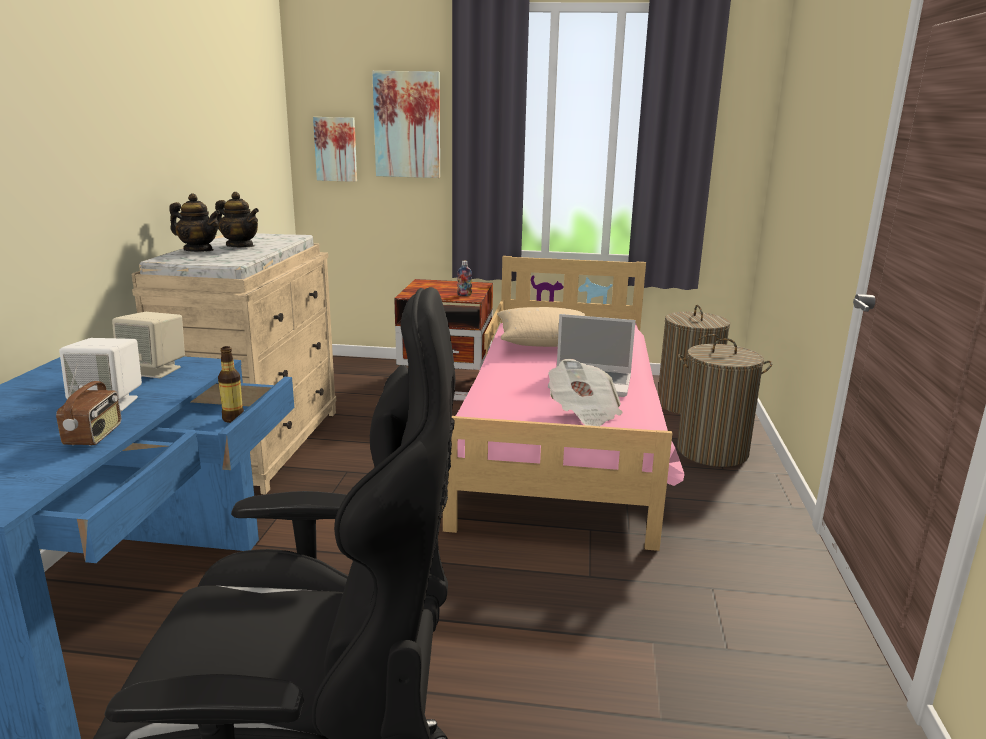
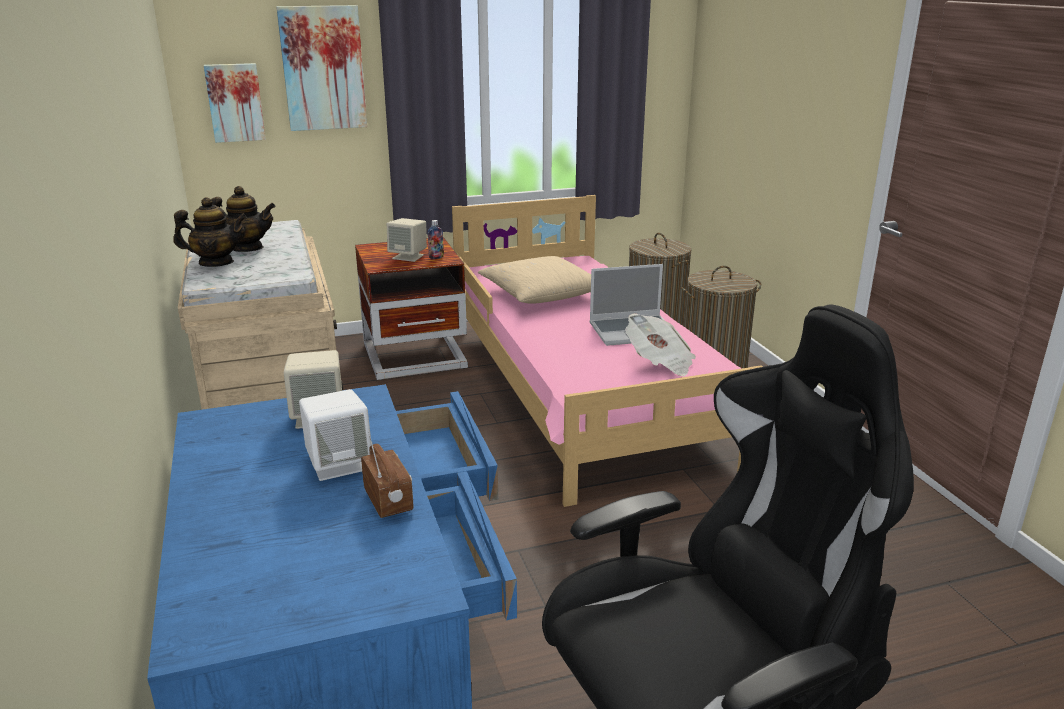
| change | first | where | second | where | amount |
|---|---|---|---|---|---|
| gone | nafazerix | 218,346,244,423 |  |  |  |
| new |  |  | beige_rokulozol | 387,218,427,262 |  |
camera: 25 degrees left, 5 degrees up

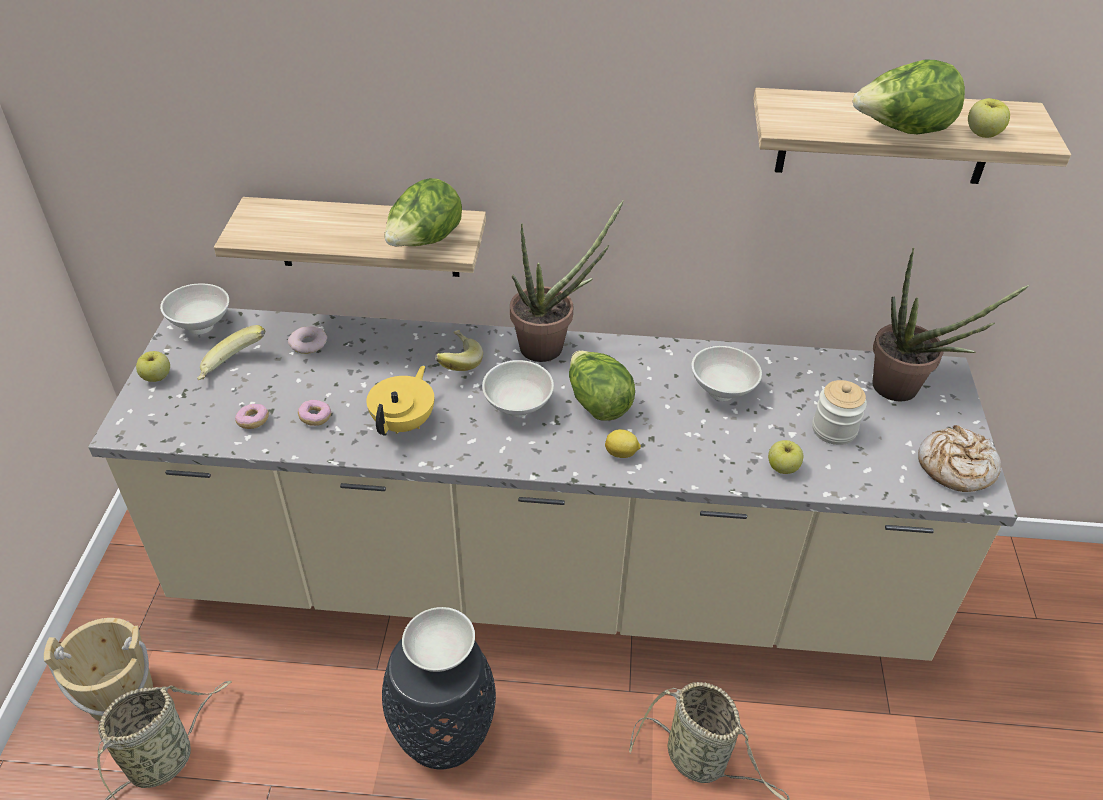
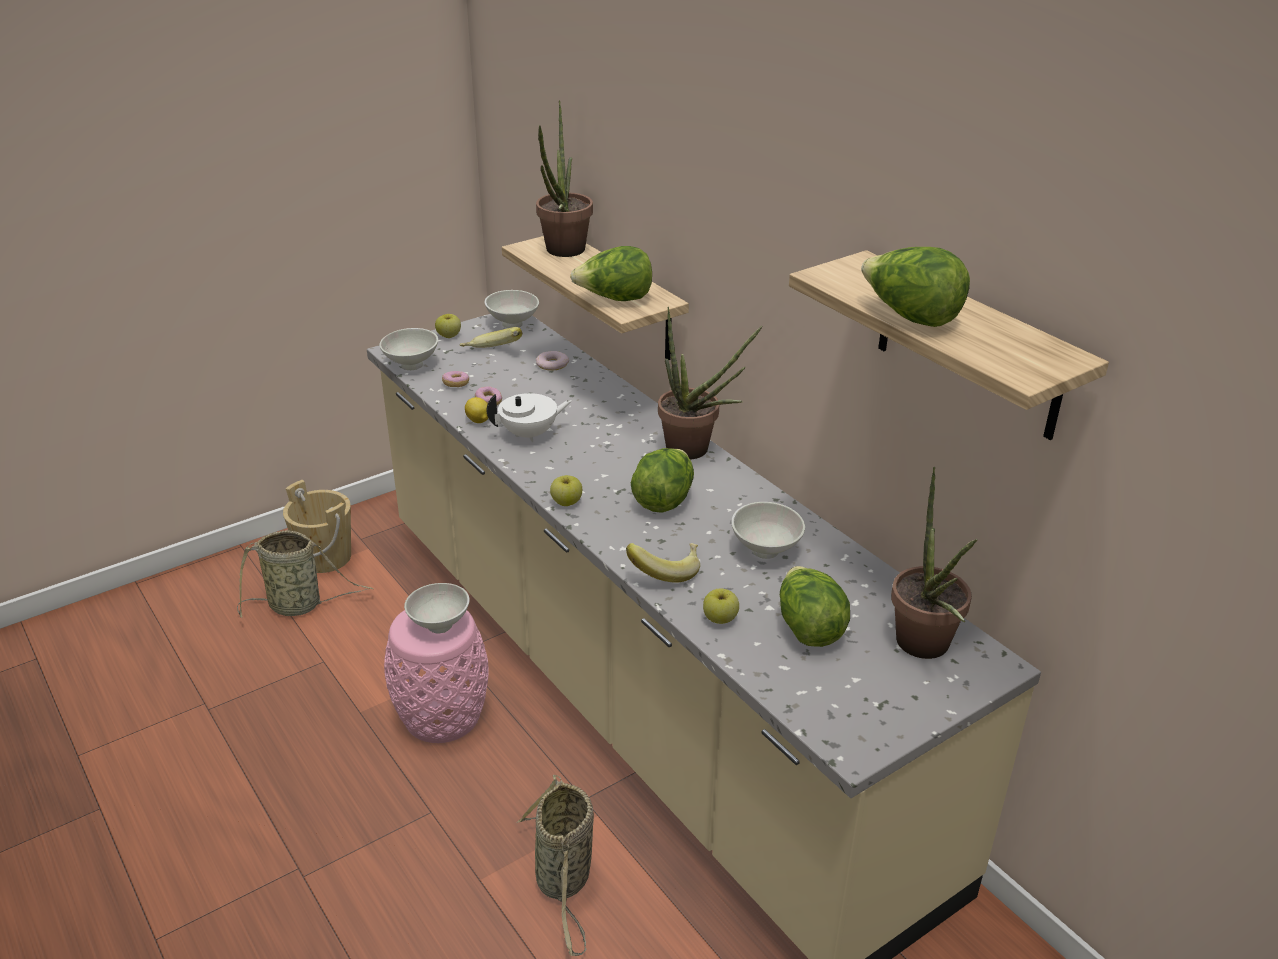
| change | first | where | second | where | amount |
|---|---|---|---|---|---|
| gone | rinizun | 918,425,1001,492 |  |  |  |
| new |  |  | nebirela | 536,100,593,257 |  |
| shifted | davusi | 435,330,483,371 |  | 626,543,700,583 |  |
| shifted | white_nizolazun | 482,360,554,417 |  | 379,328,438,370 |  |
| shifted | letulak | 605,429,641,458 |  | 465,397,488,423 |  |
| shifted | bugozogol | 968,98,1010,138 |  | 550,475,582,506 |  |
| swapped | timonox | 812,380,867,445 | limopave | 780,566,850,647 |  |
| repainted | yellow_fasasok | 366,366,434,436 | white_fasasok | 487,393,572,442 |  |
| repainted | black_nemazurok | 382,639,496,769 | pink_nemazurok | 384,610,489,743 |  |
camera: 50 degrees right, 10 degrees down

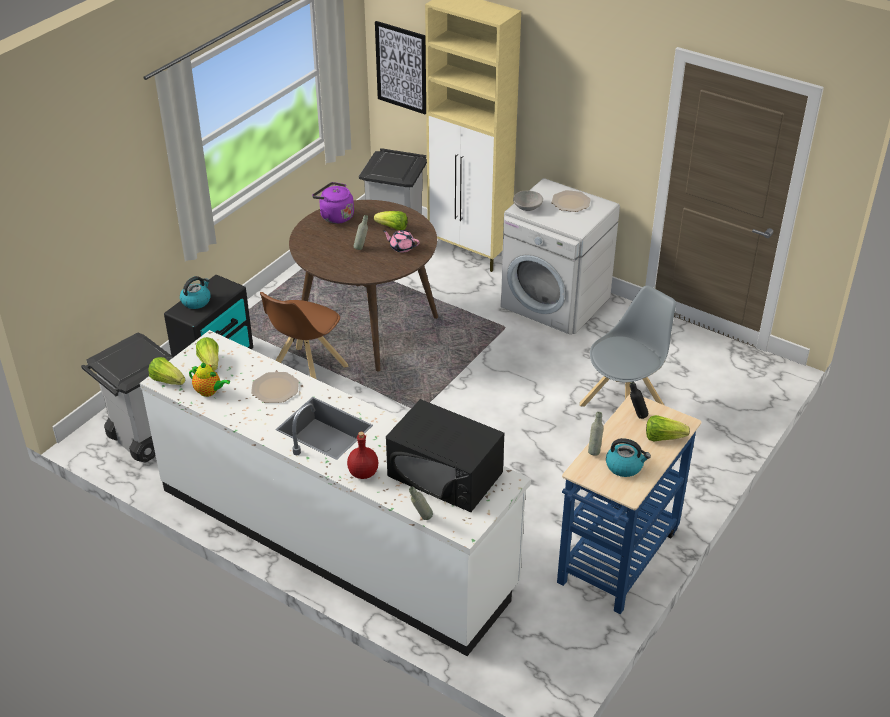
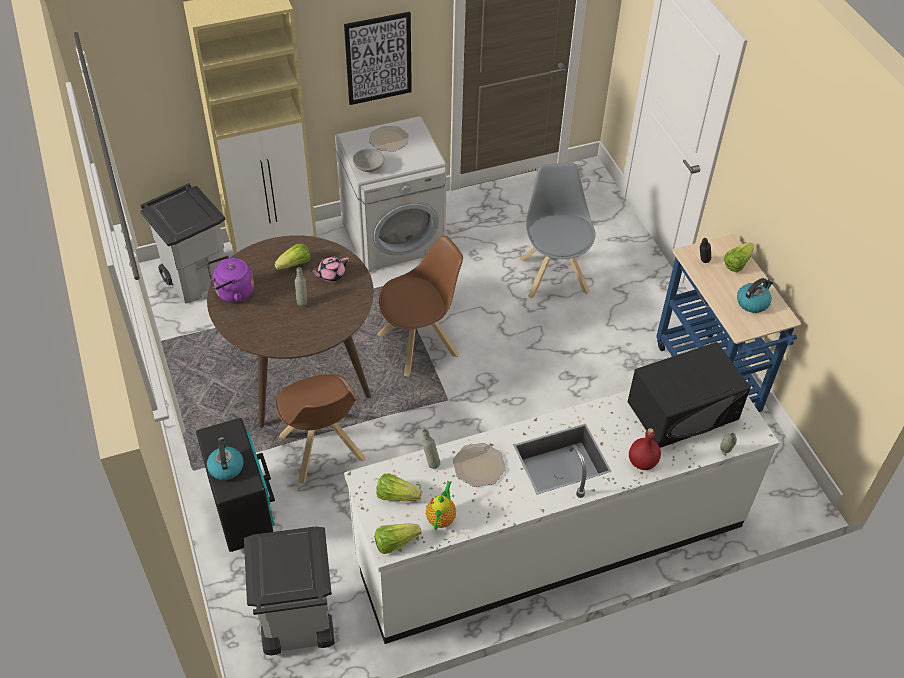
| change | first | where | second | where | amount |
|---|---|---|---|---|---|
| new |  |  | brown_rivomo | 377,235,463,377 |  |
| shifted | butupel | 375,21,426,115 |  | 344,12,412,105 |  |
| shifted | grey_nafazerix | 588,411,604,456 |  | 422,429,440,469 |  |
| rotated | fasasok | 189,362,230,397 |  | 426,481,456,530 | 45 degrees counterclockwise |
camera: 55 degrees left, 10 degrees up

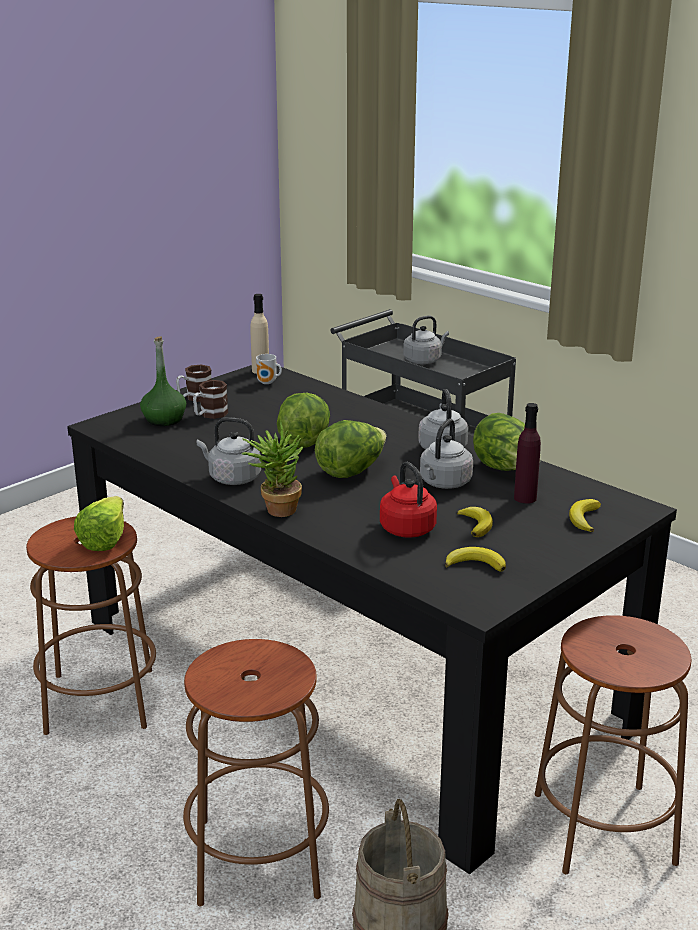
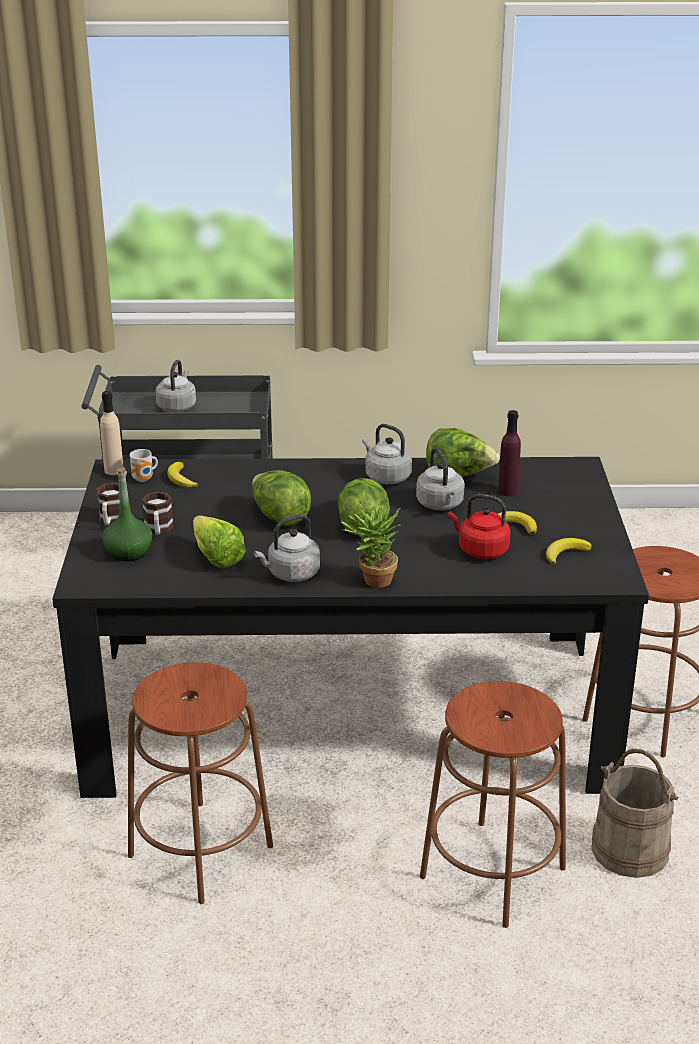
| change | first | where | second | where | amount |
|---|---|---|---|---|---|
| shifted | limopave | 74,496,124,551 |  | 193,515,246,568 |  |
| shifted | davusi | 569,499,601,532 |  | 167,462,198,487 |  |
camera: 45 degrees left, 5 degrees up

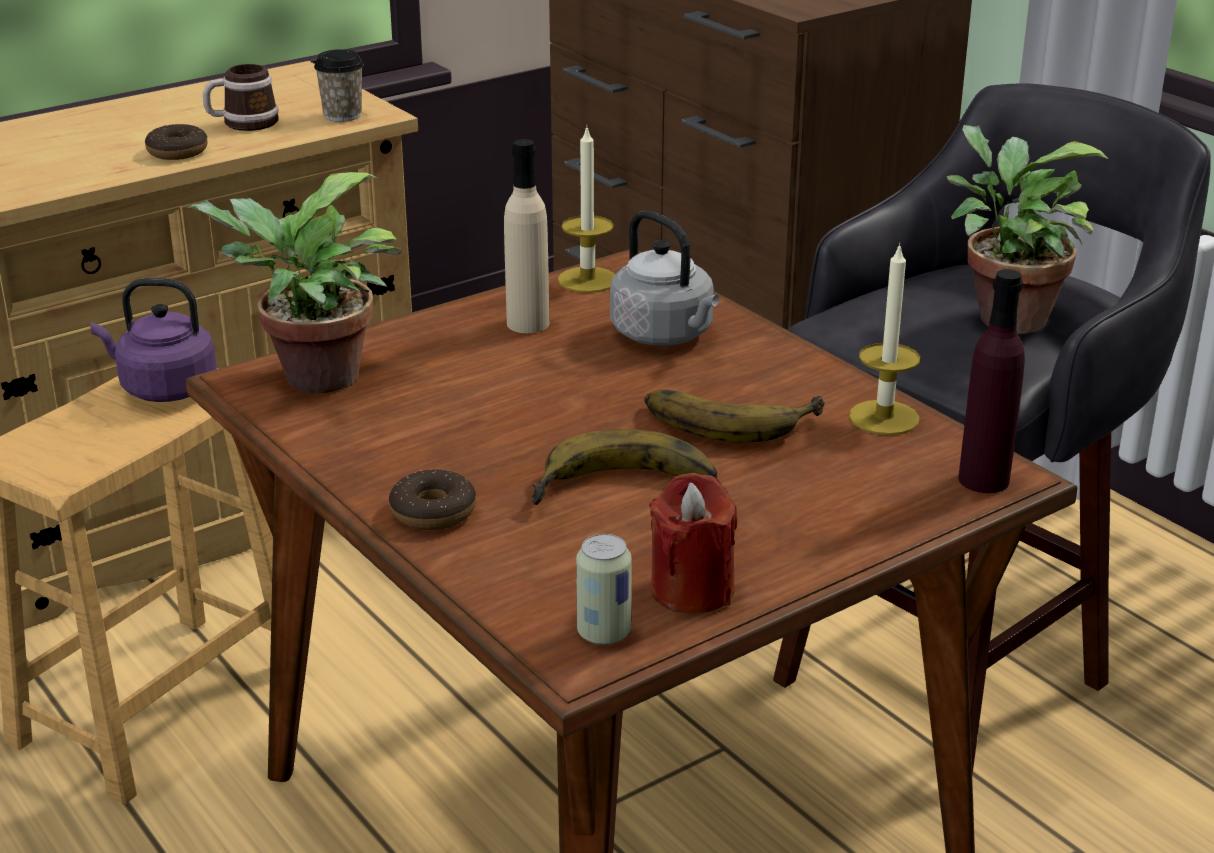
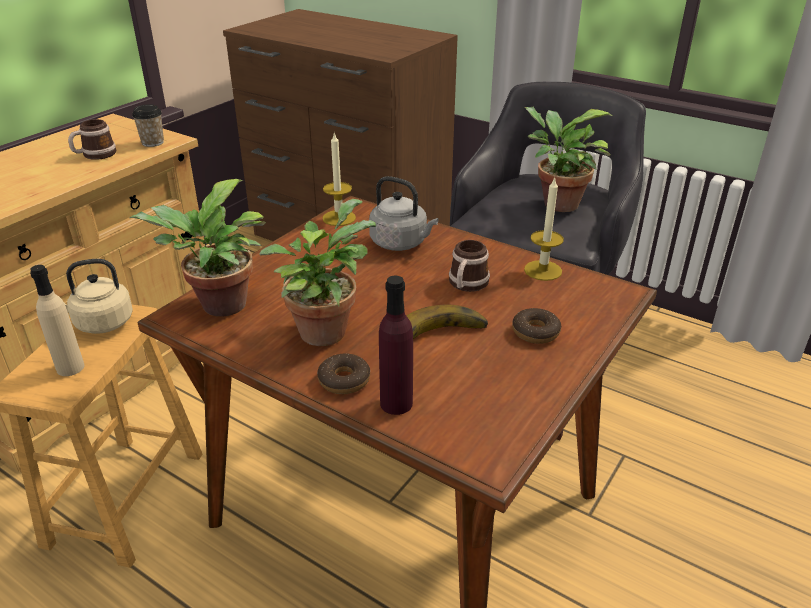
| change | first | where | second | where | amount |
|---|---|---|---|---|---|
| gone | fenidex | 576,534,632,645 |  |  |  |
| gone | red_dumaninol | 649,473,737,614 |  |  |  |
| new |  |  | nebirela | 259,199,376,346 |  |
| shifted | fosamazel | 145,124,208,160 |  | 512,308,561,344 |  |
| shifted | beige_nafazerix | 504,139,549,333 |  | 30,265,84,376 |  |
| shifted | purple_nafazerix | 958,269,1025,493 |  | 379,276,413,415 |  |
| swapped | davusi | 645,389,825,443 | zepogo | 449,240,490,292 |  |
| repainted | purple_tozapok | 91,278,217,402 | beige_tozapok | 64,259,133,334 |  |
camera: 20 degrees left, 5 degrees up

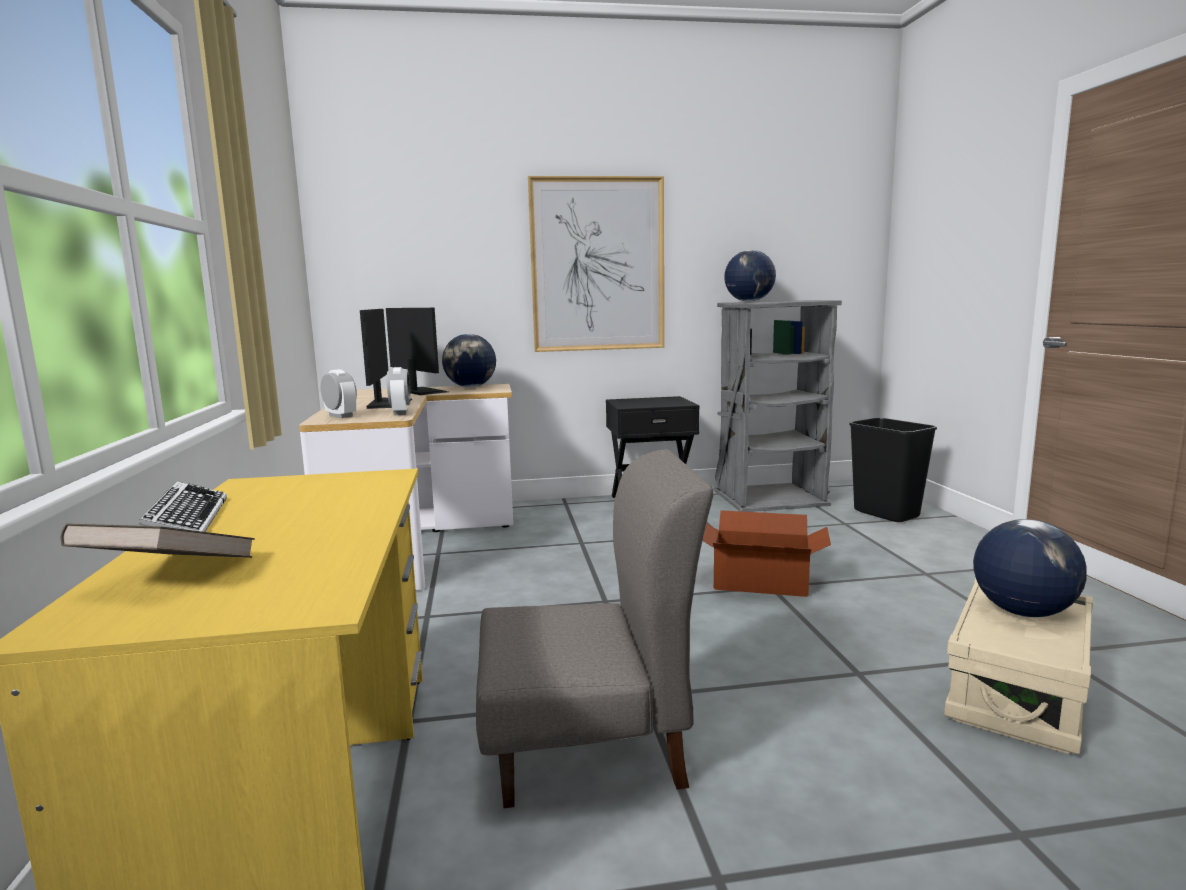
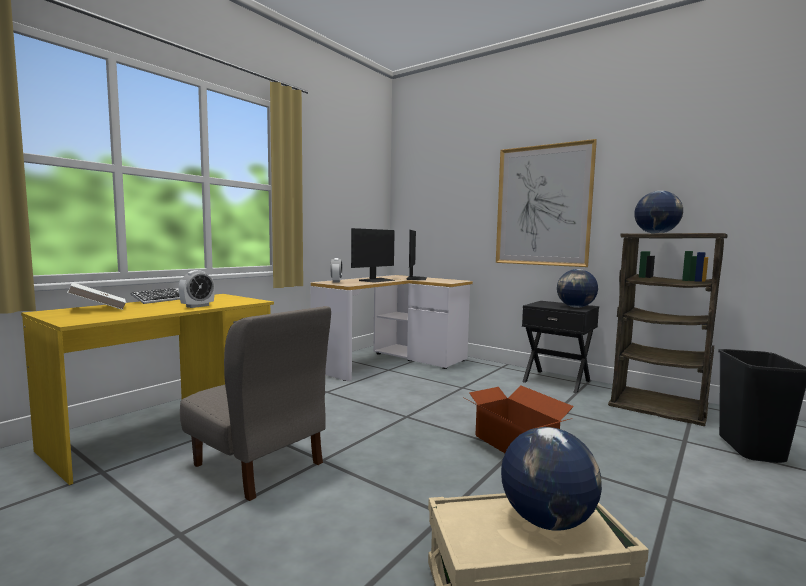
| change | first | where | second | where | amount |
|---|---|---|---|---|---|
| shifted | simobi | 387,367,410,415 |  | 179,270,215,308 |  |
| shifted | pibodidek | 442,334,496,388 |  | 557,269,598,308 |  |
| repainted | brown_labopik | 61,523,255,558 | white_labopik | 67,283,126,310 |  |
| repainted | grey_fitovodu | 714,300,842,512 | brown_fitovodu | 608,233,728,426 |  |
camera: 45 degrees right, 5 degrees down

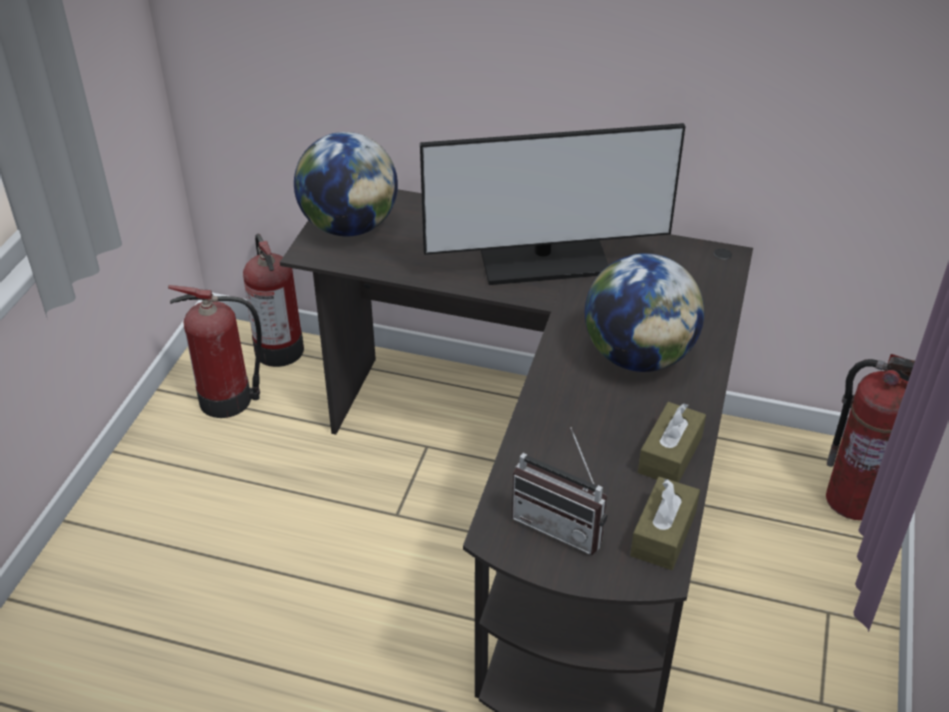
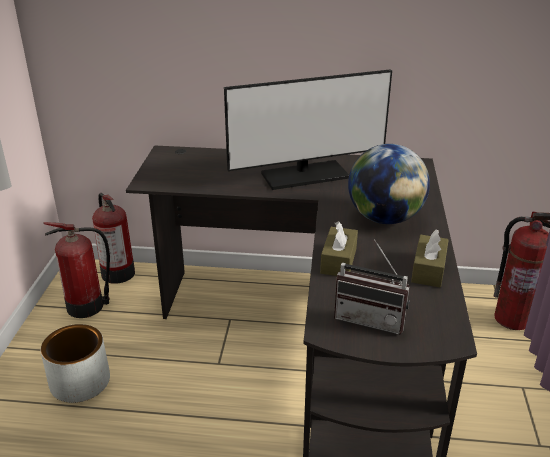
| change | first | where | second | where | amount |
|---|---|---|---|---|---|
| gone | pibodidek | 294,132,398,236 |  |  |  |
| new |  |  | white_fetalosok | 40,324,110,403 |  |
| shifted | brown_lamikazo | 630,477,700,570 |  | 320,221,358,276 |  |
camera: 10 degrees left, 10 degrees down

